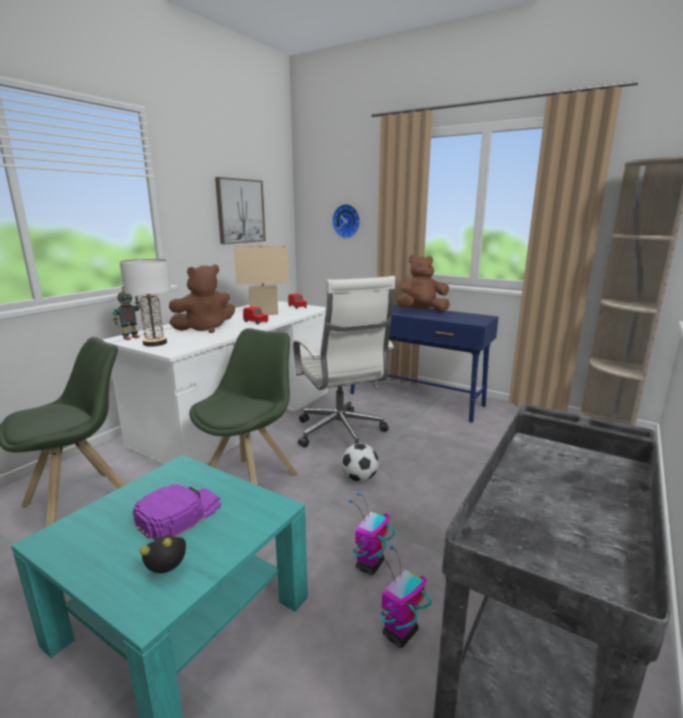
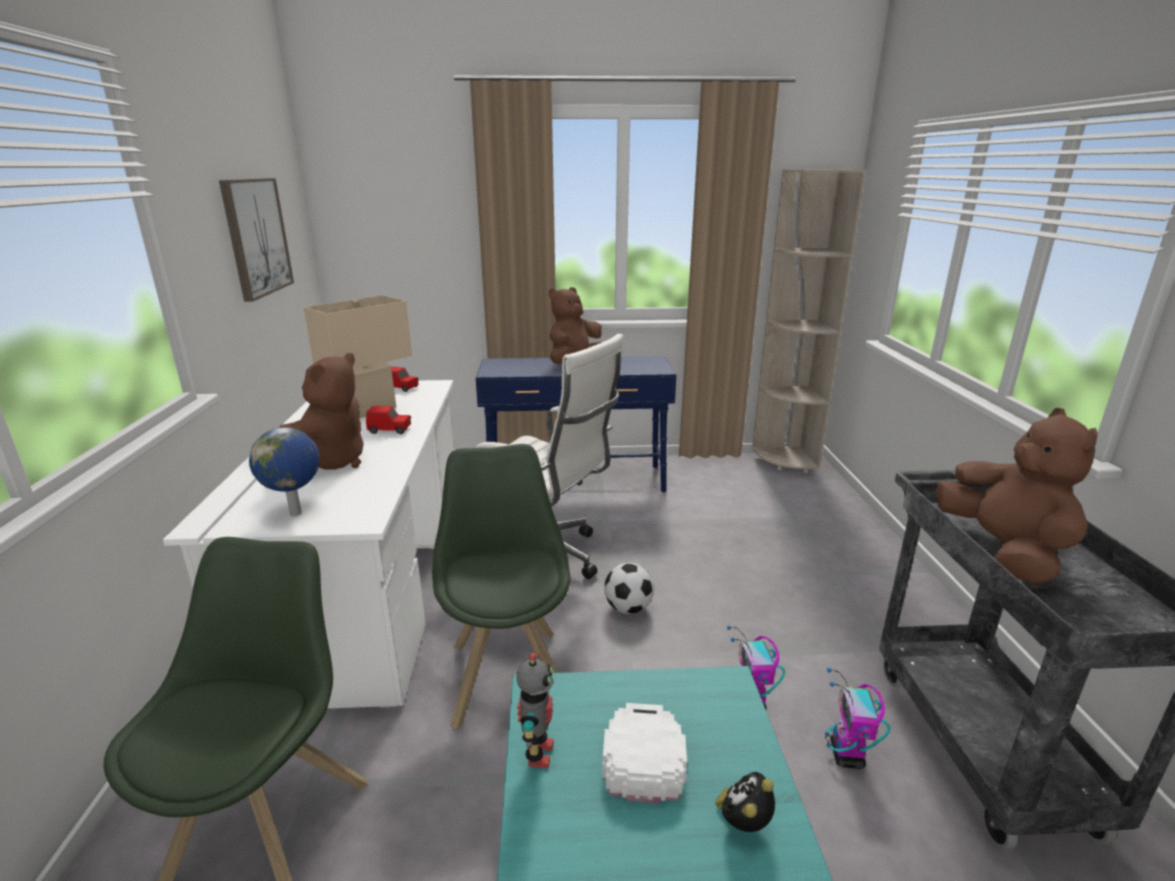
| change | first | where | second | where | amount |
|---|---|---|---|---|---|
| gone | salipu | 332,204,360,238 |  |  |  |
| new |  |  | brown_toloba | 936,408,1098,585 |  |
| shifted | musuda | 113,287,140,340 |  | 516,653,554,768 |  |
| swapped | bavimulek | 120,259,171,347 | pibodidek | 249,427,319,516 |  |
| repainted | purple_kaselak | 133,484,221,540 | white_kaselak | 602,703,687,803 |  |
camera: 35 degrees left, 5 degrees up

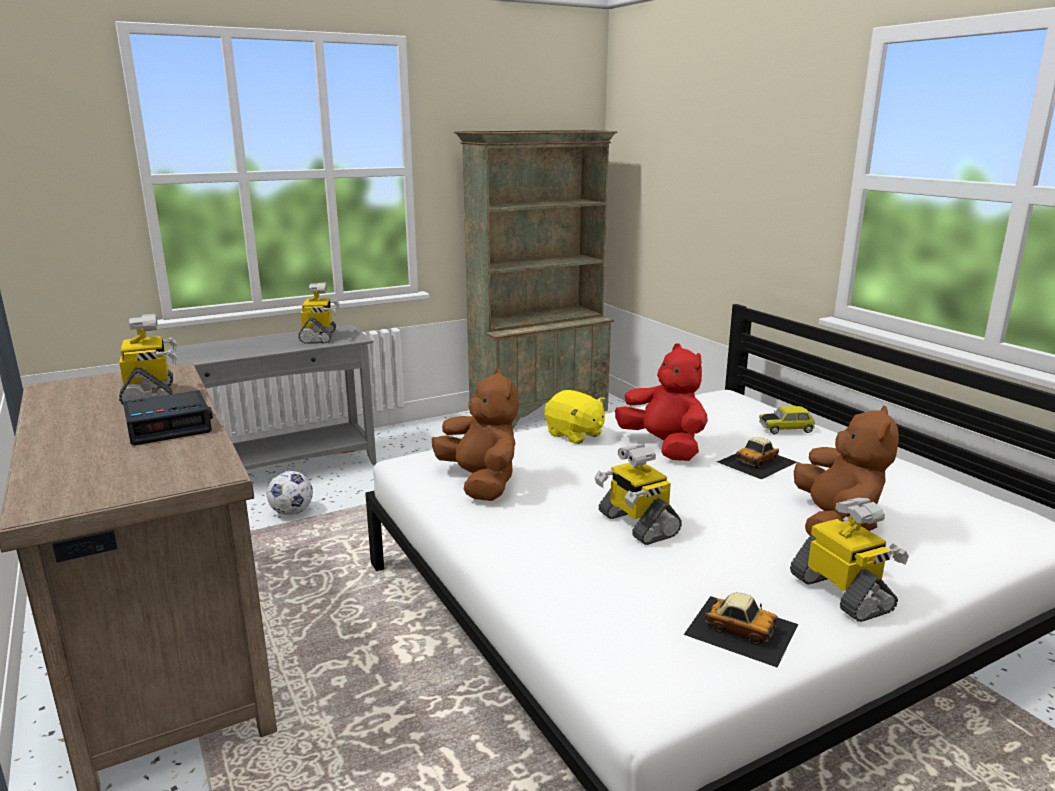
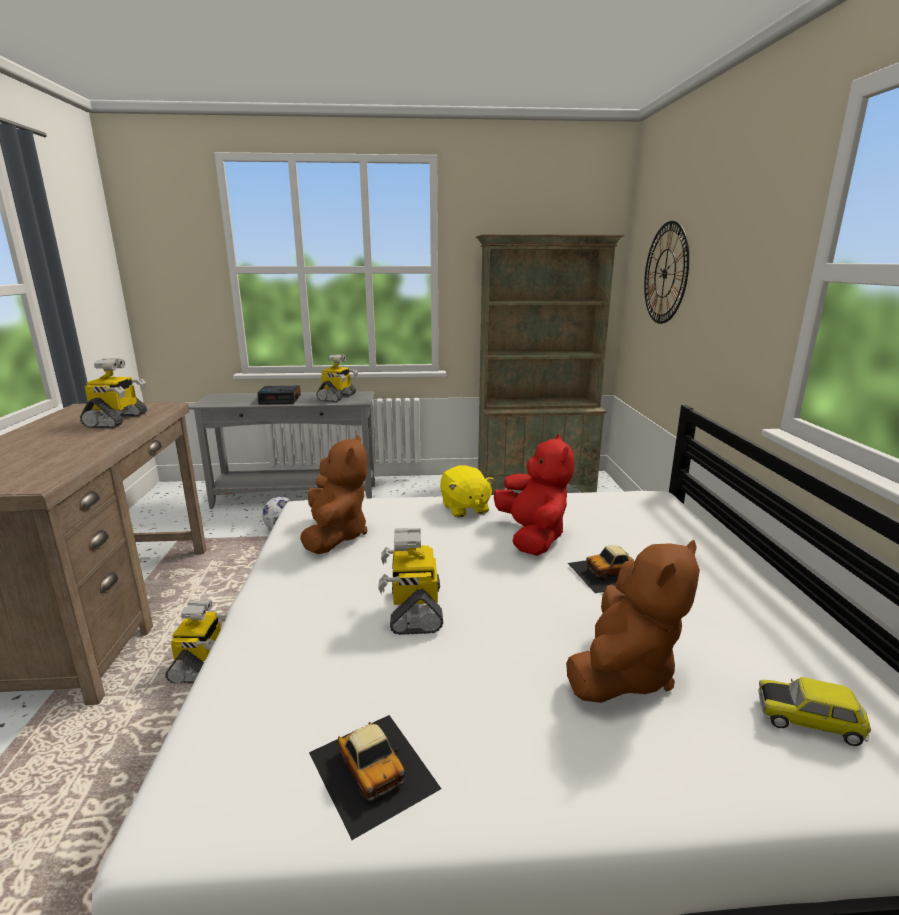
| change | first | where | second | where | amount |
|---|---|---|---|---|---|
| new |  |  | salipu | 644,221,689,324 |  |
| shifted | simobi | 123,390,213,445 |  | 257,386,301,405 |  |
| shifted | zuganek | 759,406,815,434 |  | 758,677,871,746 |  |
| shifted | musuda | 790,498,909,622 |  | 165,601,228,683 |  |
camera: 25 degrees right, 0 degrees up

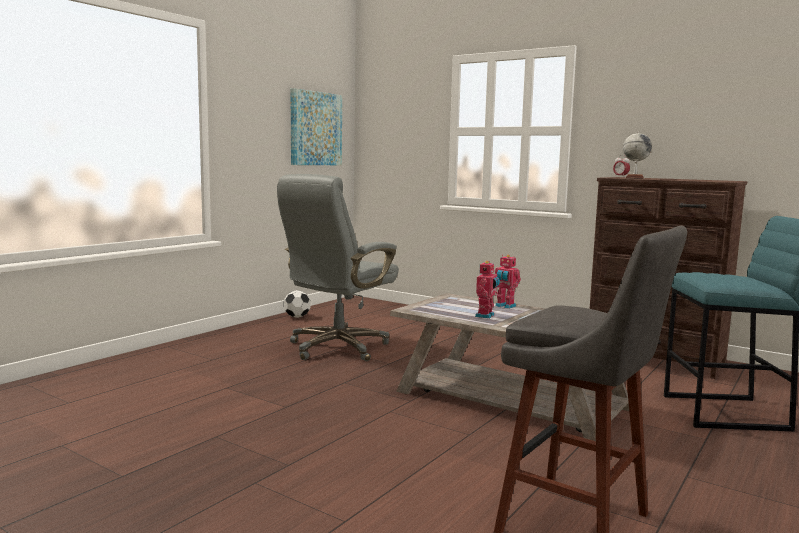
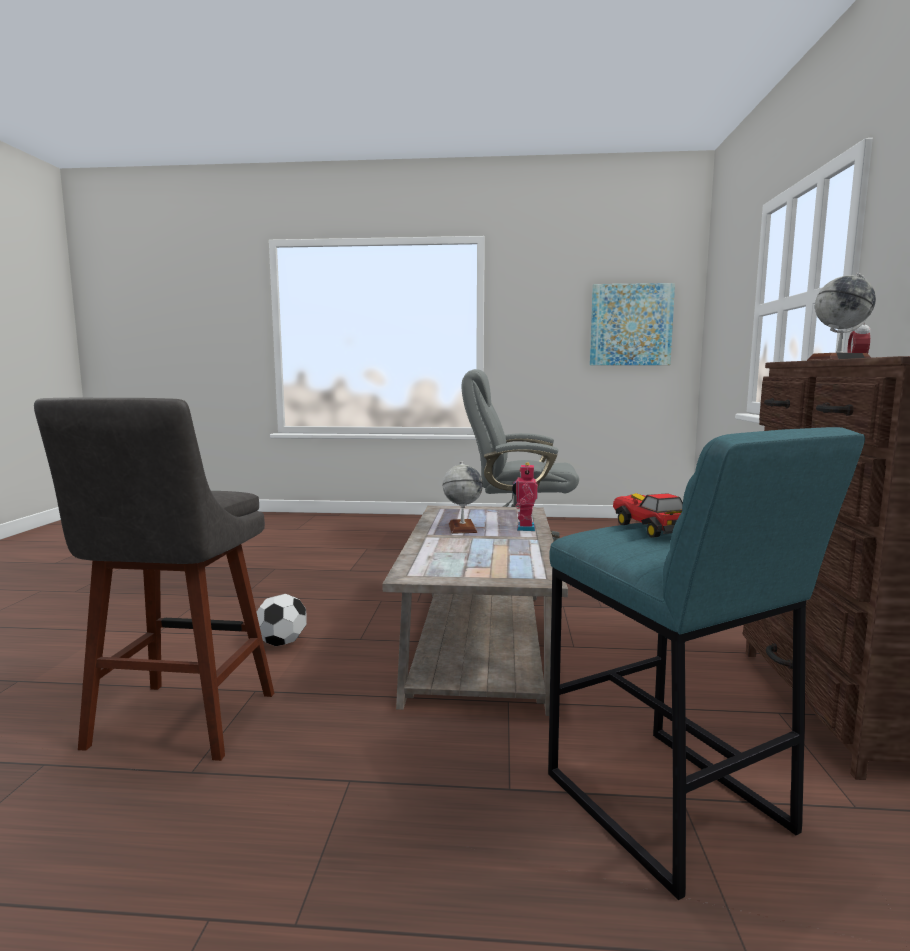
| change | first | where | second | where | amount |
|---|---|---|---|---|---|
| new |  |  | zuganek | 613,493,683,538 |  |
| shifted | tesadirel | 283,290,311,318 |  | 257,594,307,646 |  |
| swapped | musuda | 475,261,500,319 | pibodidek | 443,461,483,534 |  |
camera: 60 degrees right, 0 degrees up

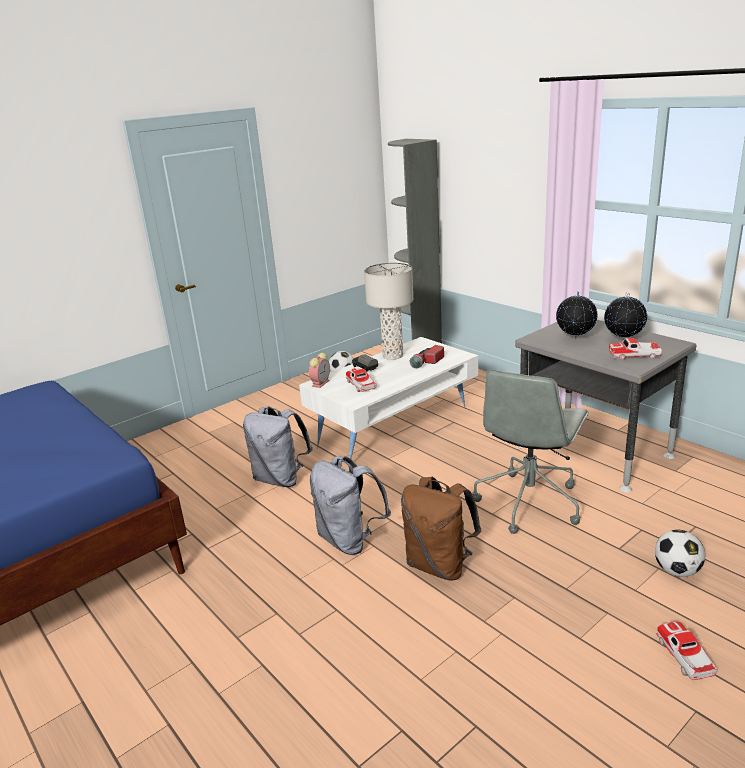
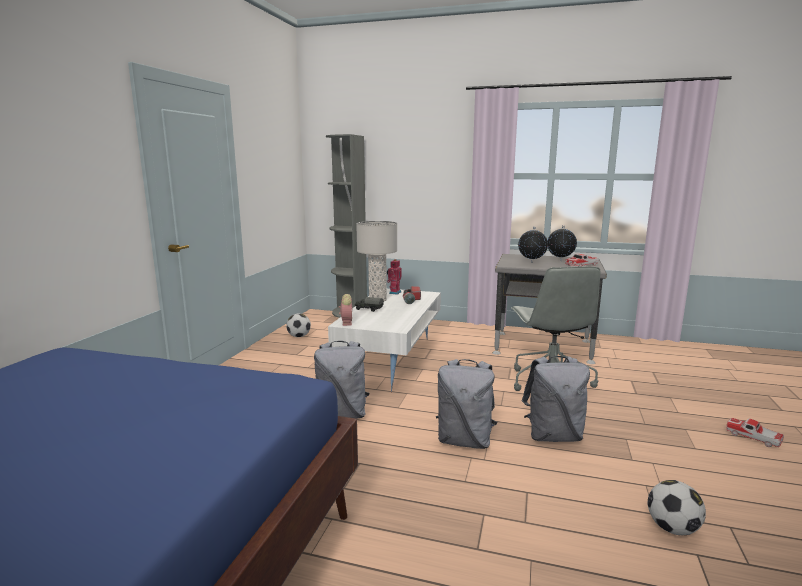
| change | first | where | second | where | amount |
|---|---|---|---|---|---|
| gone | zuganek | 346,368,377,392 |  |  |  |
| new |  |  | musuda | 387,259,401,295 |  |
| shifted | tesadirel | 655,530,705,577 |  | 648,480,706,535 |  |
| repainted | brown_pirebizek | 401,477,481,581 | grey_pirebizek | 522,356,590,442 |  |
camera: 35 degrees left, 10 degrees down

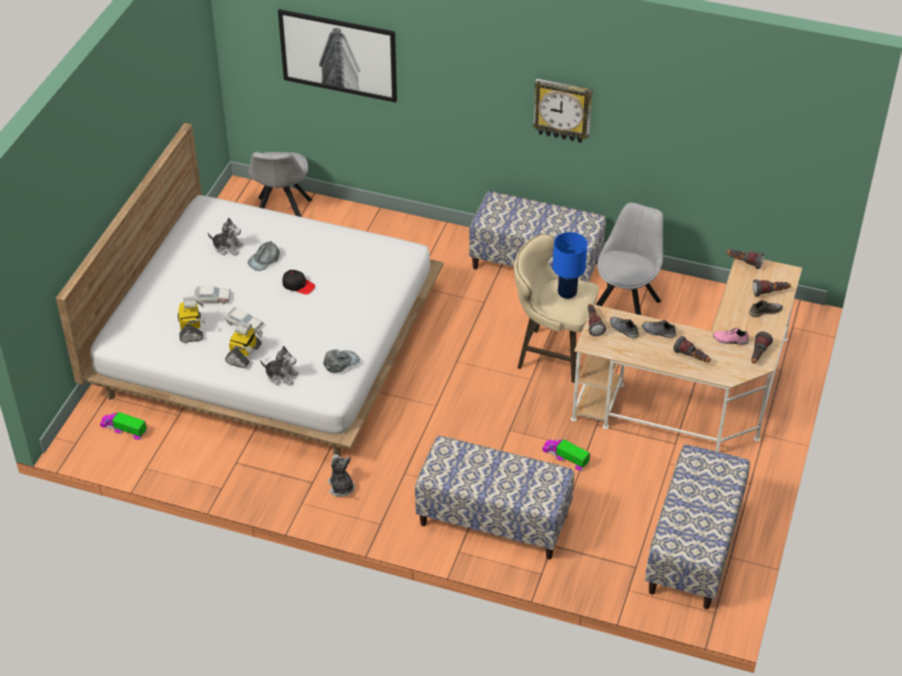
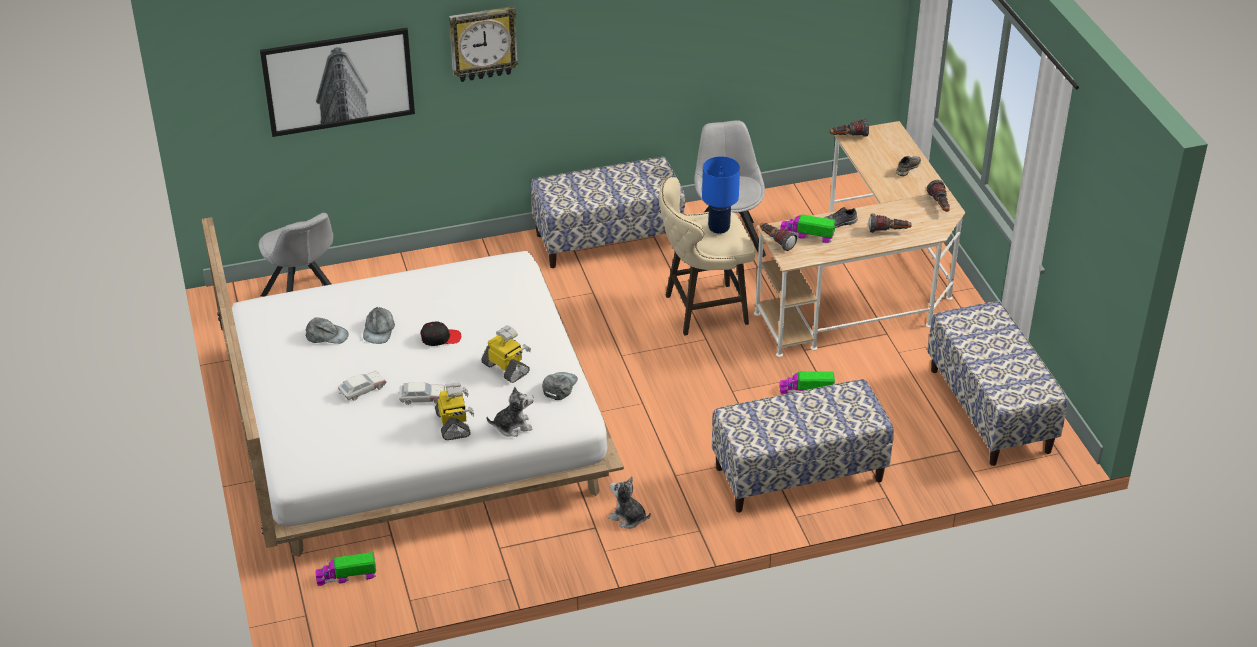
| change | first | where | second | where | amount |
|---|---|---|---|---|---|
| gone | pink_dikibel | 713,328,749,345 |  |  |  |
| gone | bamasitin | 753,279,791,297 |  |  |  |
| shifted | musuda | 178,296,206,343 |  | 481,325,531,383 |  |
| shifted | salipu | 533,78,593,143 |  | 449,6,518,82 |  |
| swapped | toloba | 208,218,243,255 | grey_kaselak | 305,317,349,344 |  |
| swapped | grey_dikibel | 610,317,639,338 | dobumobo | 780,214,836,243 |  |
camera: 35 degrees left, 5 degrees down

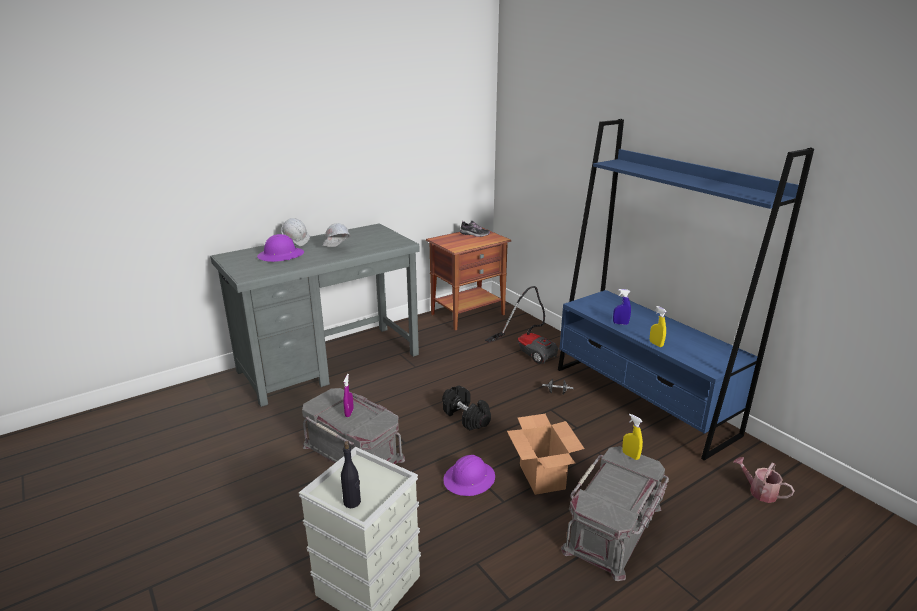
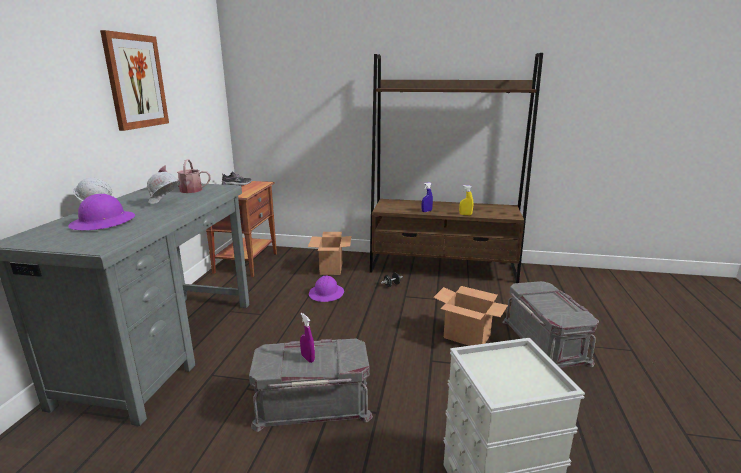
| change | first | where | second | where | amount |
|---|---|---|---|---|---|
| gone | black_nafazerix | 341,441,361,508 |  |  |  |
| gone | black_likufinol | 442,385,491,431 |  |  |  |
| gone | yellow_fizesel | 622,414,643,460 |  |  |  |
| new |  |  | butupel | 100,30,169,131 |  |
| shifted | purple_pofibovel | 443,455,495,496 |  | 309,275,344,302 |  |
| shifted | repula | 733,457,794,503 |  | 159,159,211,193 |  |
| swapped | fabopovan | 485,286,559,364 | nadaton | 308,232,352,275 |  |
| repainted | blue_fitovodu | 558,119,814,461 | brown_fitovodu | 370,53,543,283 |  |
camera: 45 degrees left, 5 degrees down

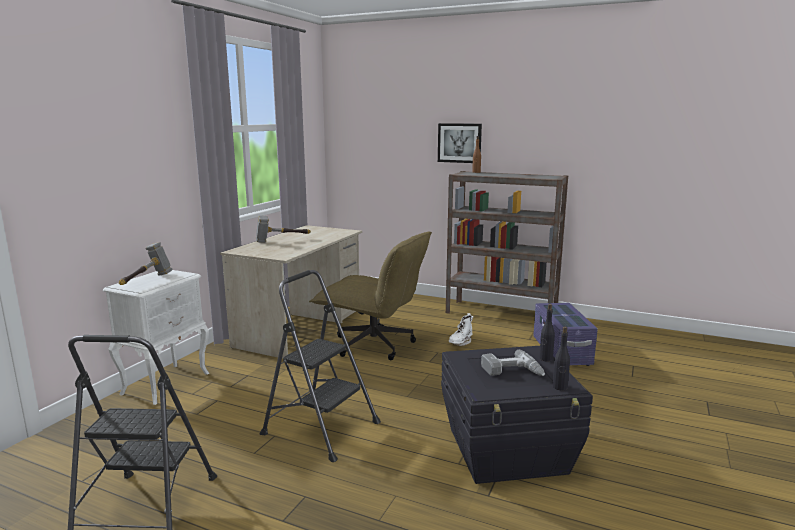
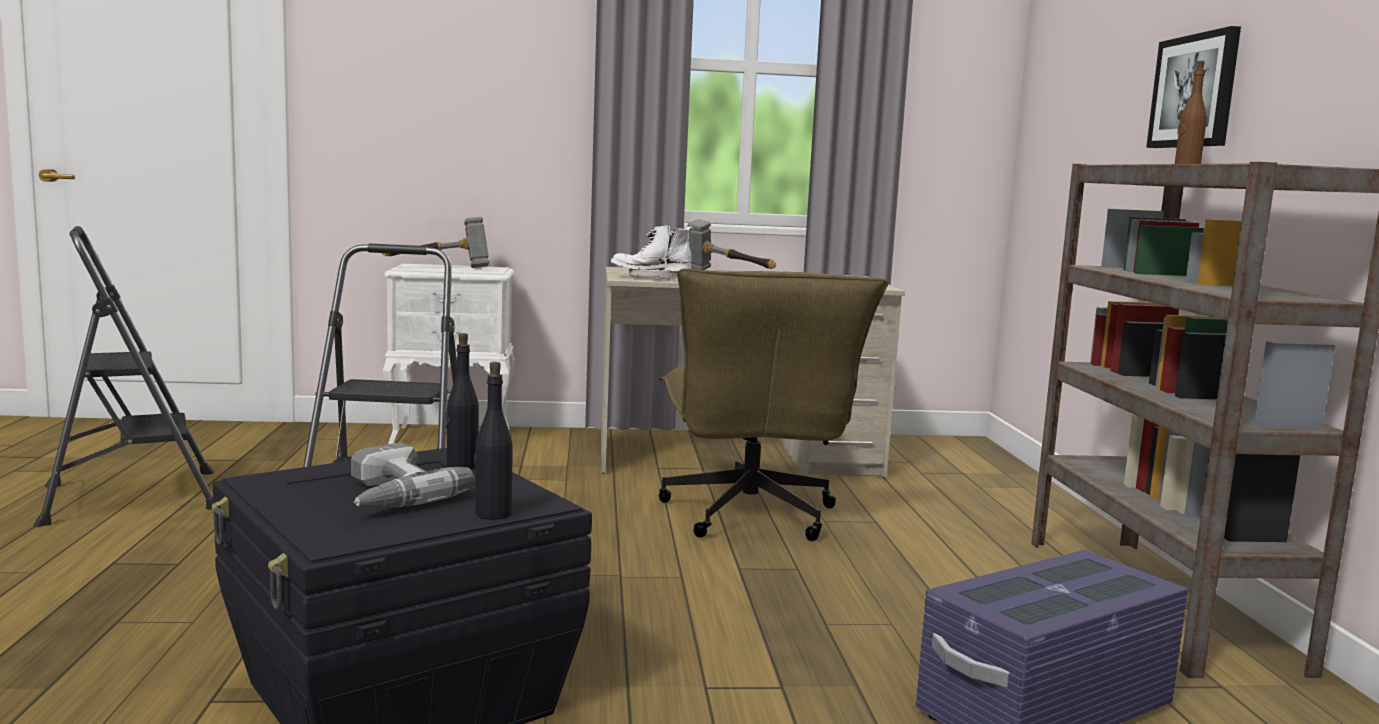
| change | first | where | second | where | amount |
|---|---|---|---|---|---|
| shifted | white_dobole | 449,313,473,346 |  | 611,225,693,281 |  |
| shifted | black_nafazerix | 552,326,570,391 |  | 446,333,479,469 |  |
camera: 60 degrees right, 5 degrees down

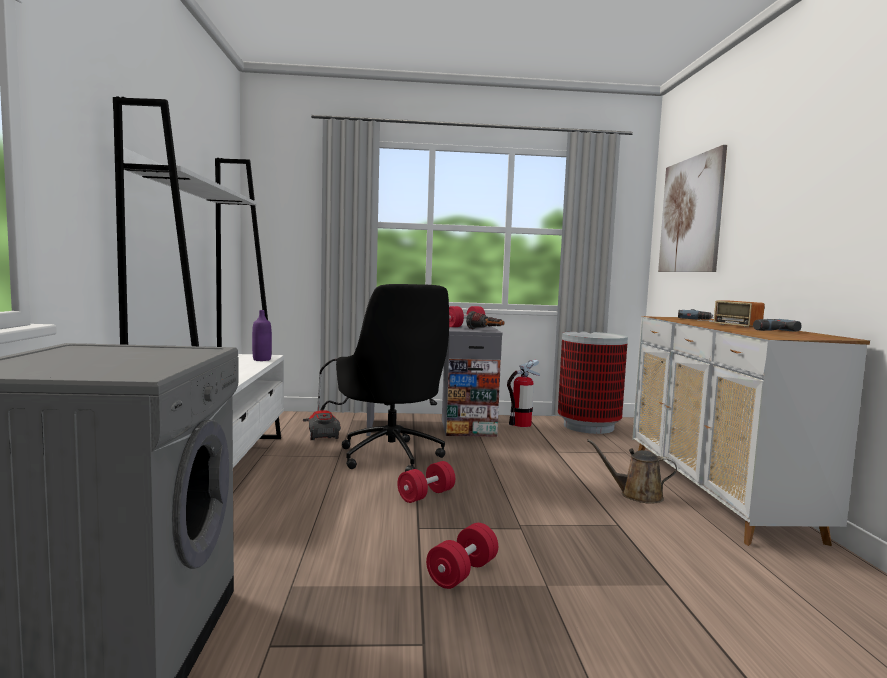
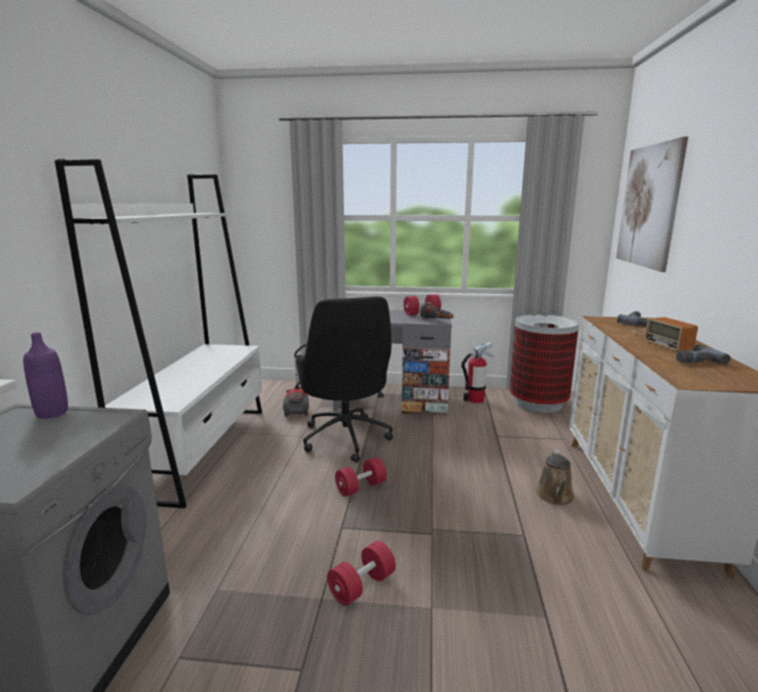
| change | first | where | second | where | amount |
|---|---|---|---|---|---|
| shifted | purple_nafazerix | 252,310,272,361 |  | 23,332,68,418 |  |
| rotated | brown_repula | 587,439,677,504 |  | 536,450,574,505 | 105 degrees counterclockwise |
camera: 10 degrees right, 10 degrees up

